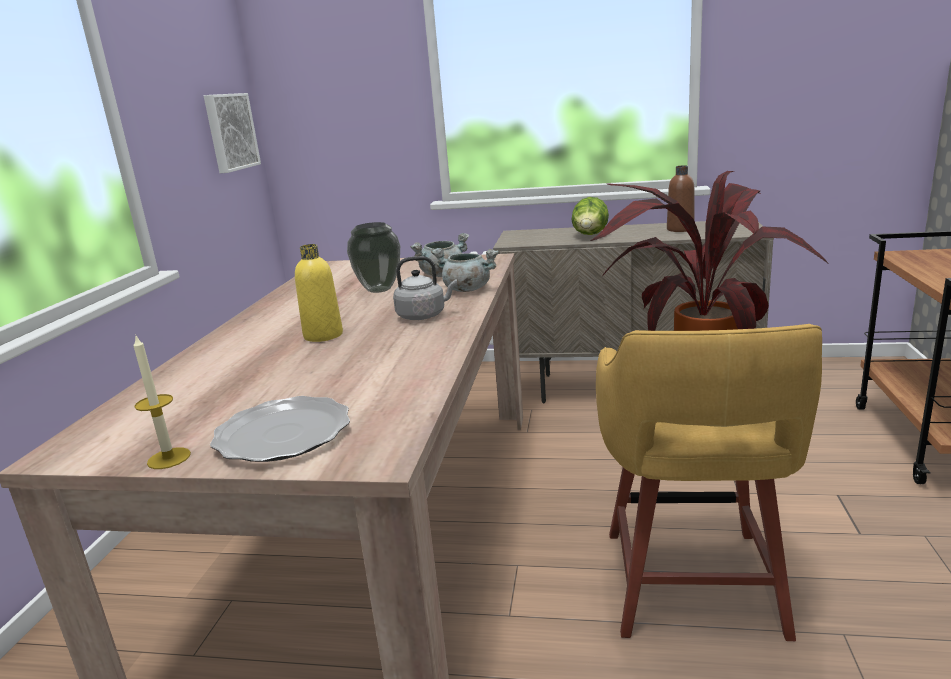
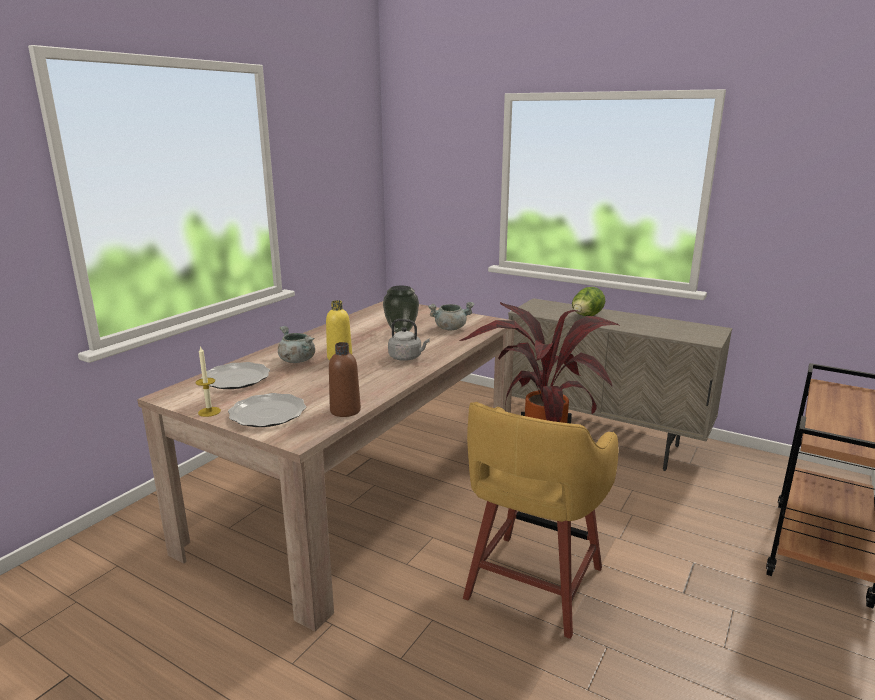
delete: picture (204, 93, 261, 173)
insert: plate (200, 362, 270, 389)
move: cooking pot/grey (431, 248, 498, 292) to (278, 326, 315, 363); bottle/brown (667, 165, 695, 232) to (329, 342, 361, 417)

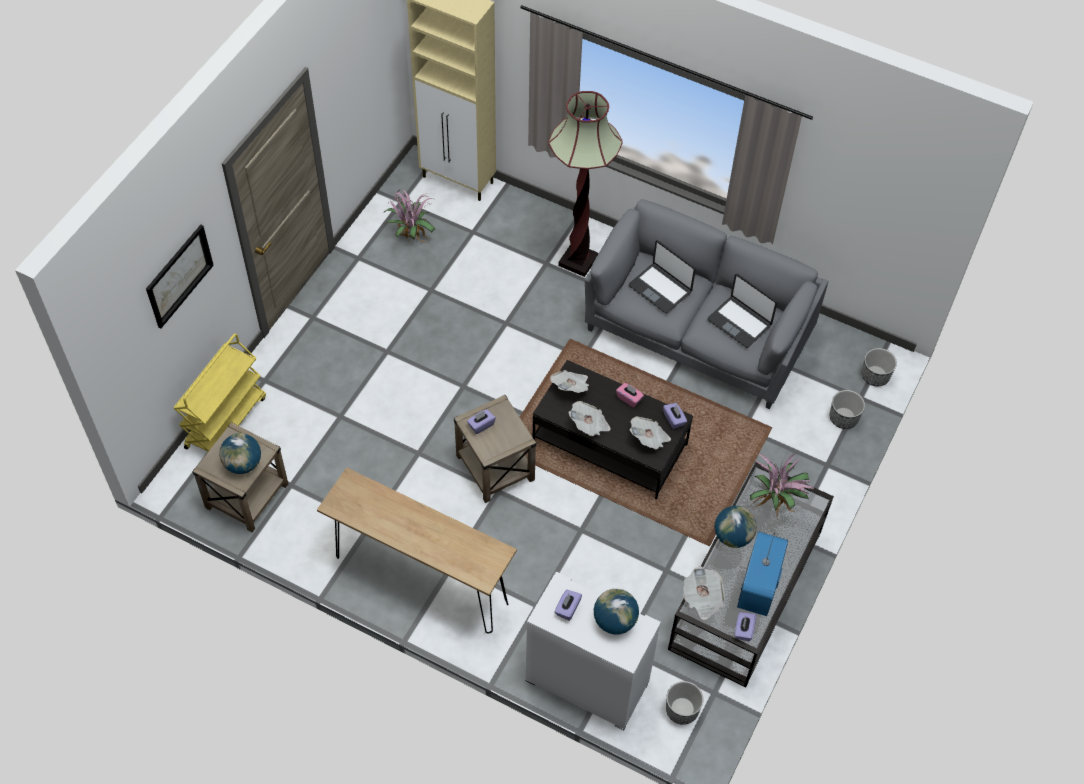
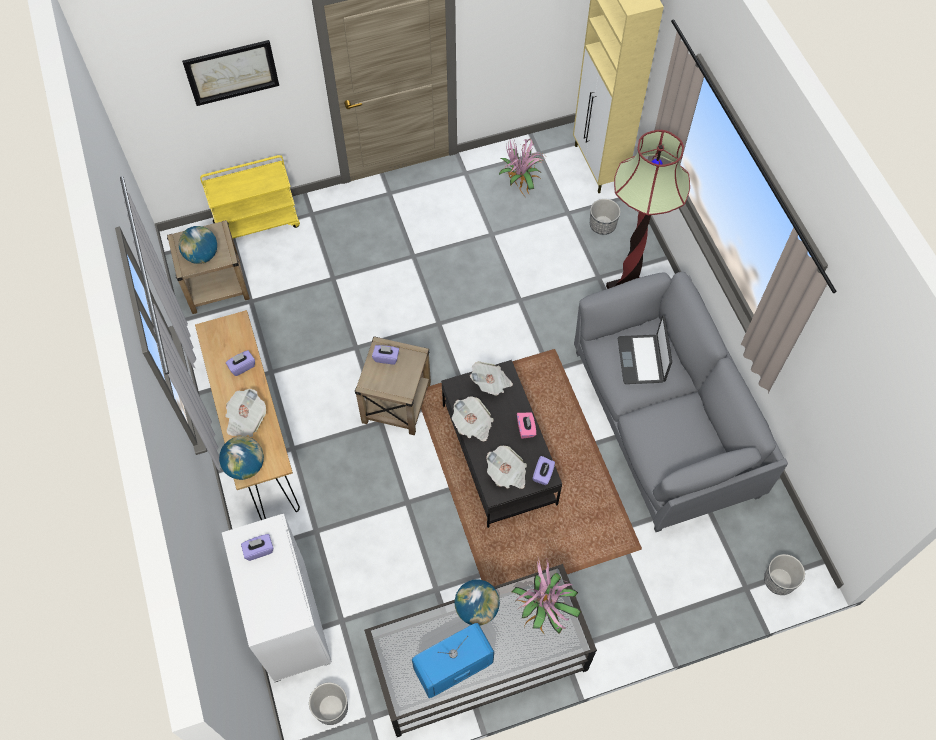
delete: laptop (707, 274, 777, 348)
move: globe (594, 589, 639, 634) to (219, 436, 264, 480); newspaper (683, 566, 725, 620) to (225, 389, 266, 437); tissue box/purple (735, 612, 756, 642) to (226, 350, 255, 376); planter (829, 390, 865, 429) to (590, 199, 620, 235)

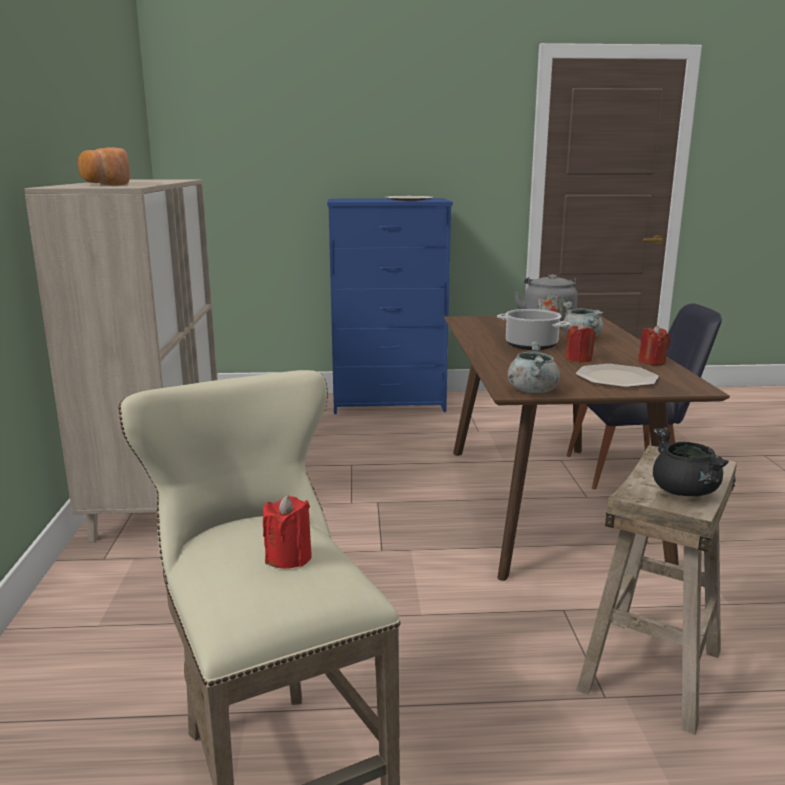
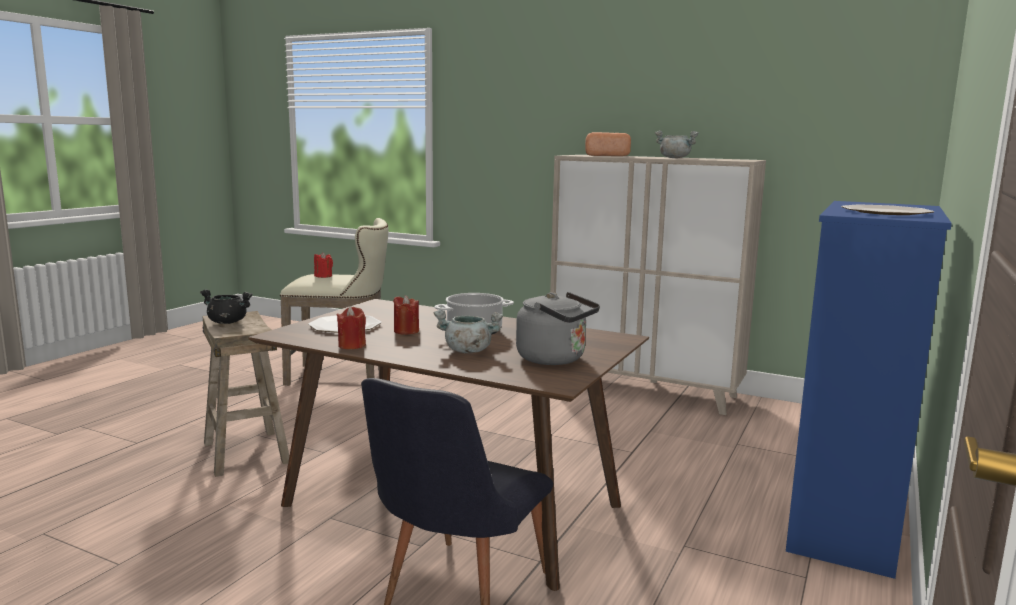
move: cooking pot/grey (507, 341, 560, 393) to (655, 130, 699, 158)

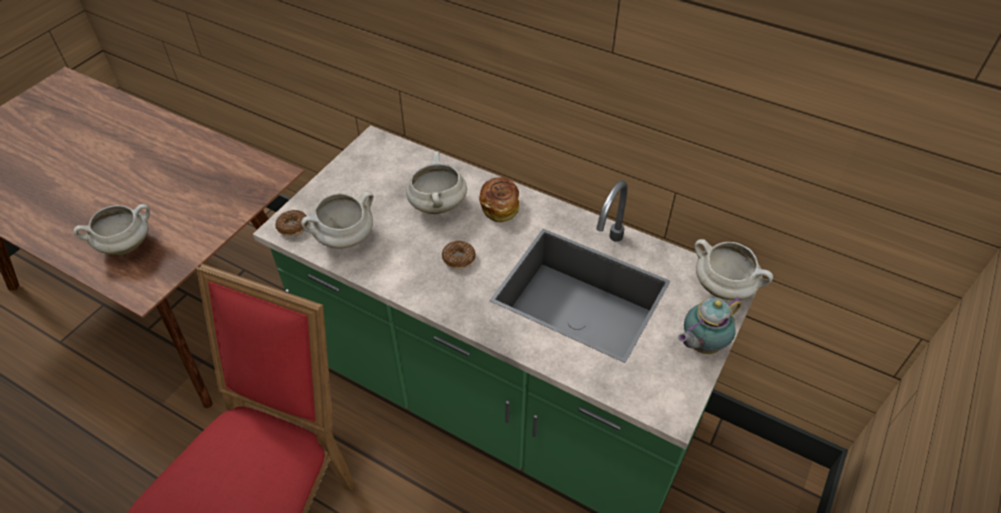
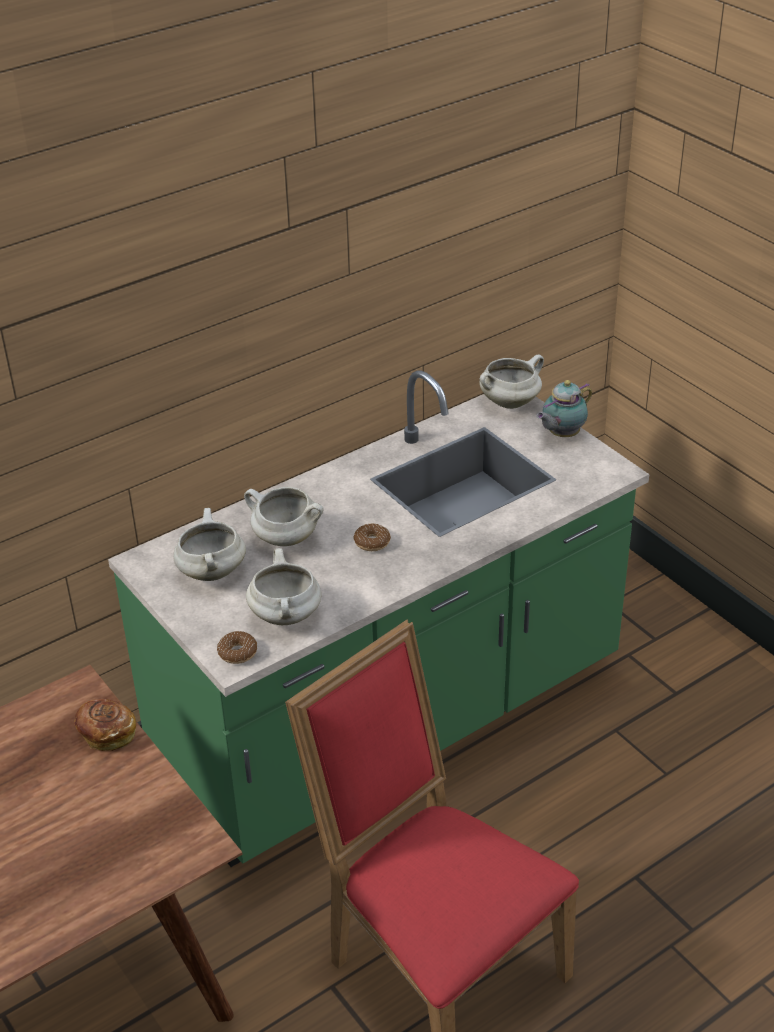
move: bread (479, 177, 520, 222) to (74, 699, 136, 751); cooking pot/white (73, 204, 150, 255) to (173, 508, 246, 581)
rotate: teapot (678, 297, 741, 354) = (536, 380, 592, 437) 60 degrees clockwise

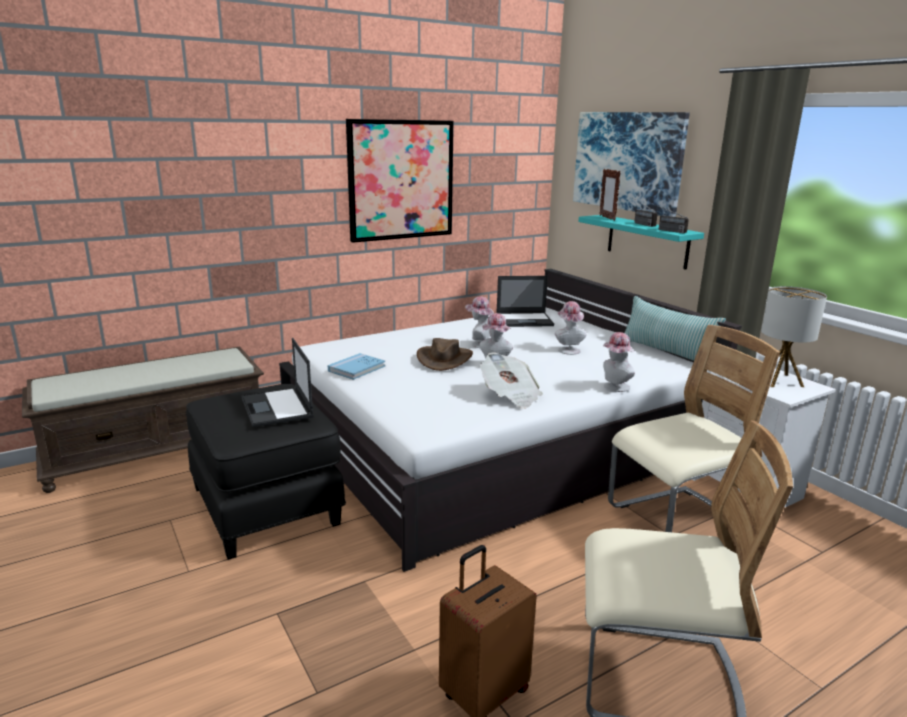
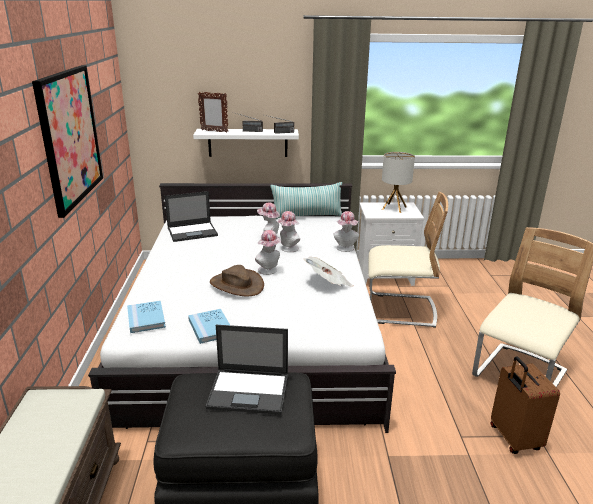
delete: picture (573, 112, 690, 217)
insert: book/blue (127, 301, 166, 333)
move: hat (465, 296, 494, 348) to (277, 211, 300, 252)
recolor: shelf/turquoise (578, 215, 704, 270) to shelf/white (193, 129, 299, 157)
rotate: laptop (497, 276, 554, 327) = (165, 191, 218, 242) 45 degrees clockwise; chair/beige (608, 325, 780, 532) = (368, 192, 448, 328) 90 degrees clockwise

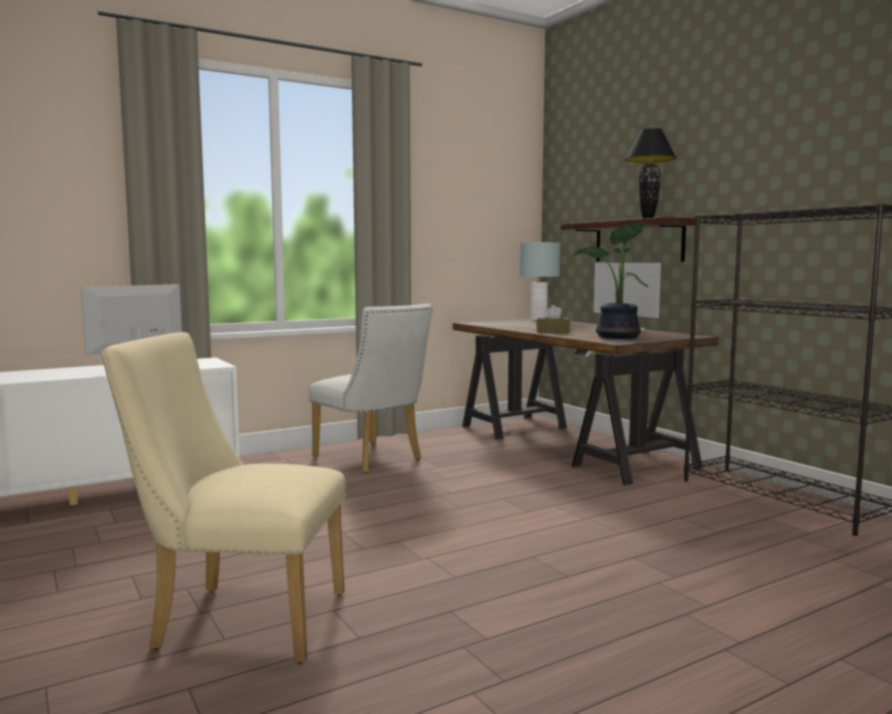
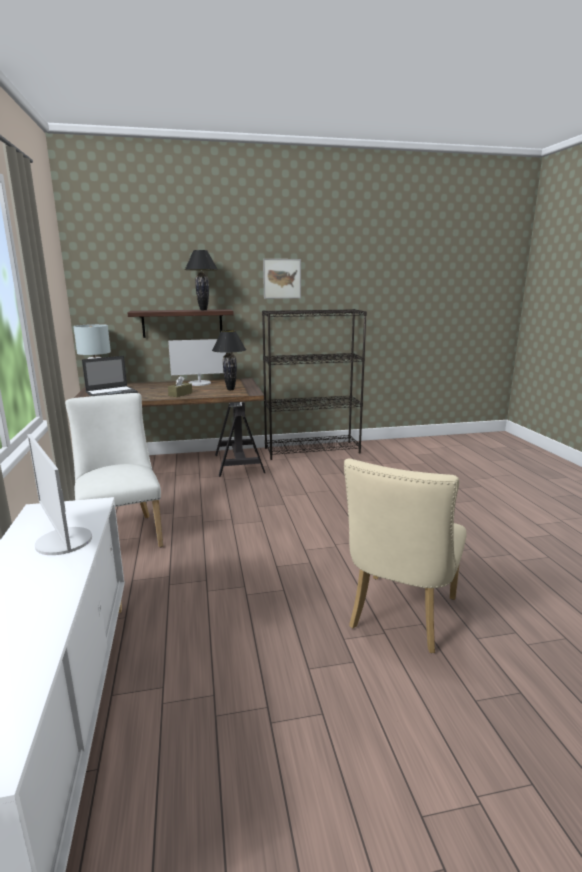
insert: laptop (82, 356, 138, 396); picture (263, 259, 301, 299)
replace: potted plant (571, 223, 648, 339) to table lamp/black (212, 330, 246, 390)
rotate: chair/white (309, 304, 433, 473) = (65, 393, 163, 547) 90 degrees counterclockwise

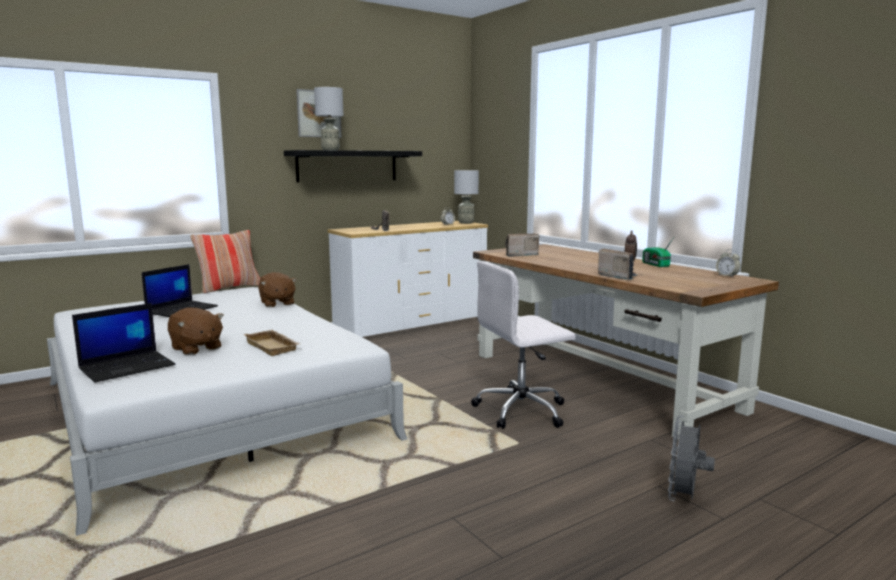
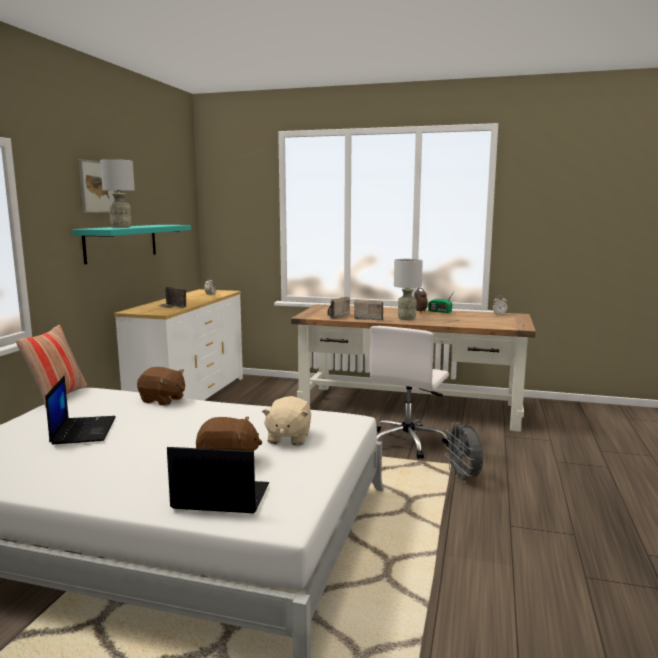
move: radio (598, 248, 638, 280) to (354, 300, 383, 320); table lamp/grey (454, 170, 479, 224) to (394, 259, 423, 320); fan/grey (668, 416, 715, 501) to (444, 422, 483, 482)
replace: tray/beige (244, 330, 300, 356) to plush toy/beige (262, 396, 311, 445)
recolor: shelf/black (284, 150, 422, 182) to shelf/turquoise (72, 225, 191, 264)
rotate: laptop (72, 303, 175, 382) = (167, 447, 269, 513) 90 degrees counterclockwise

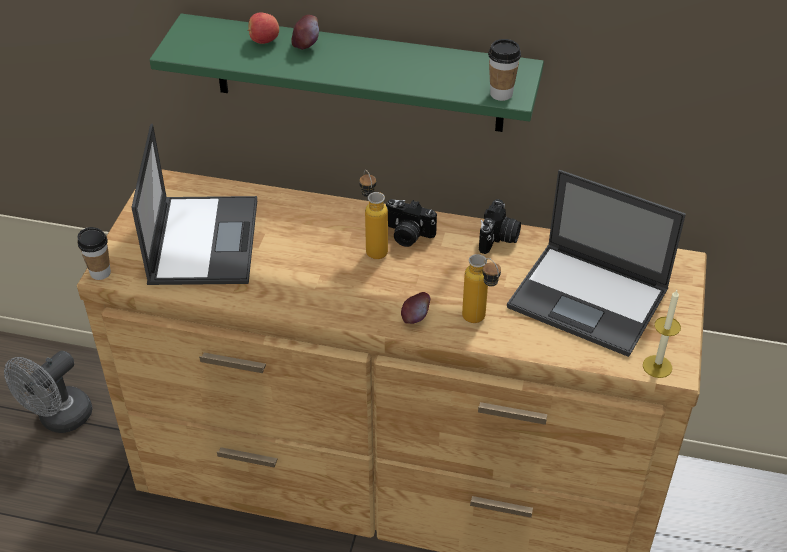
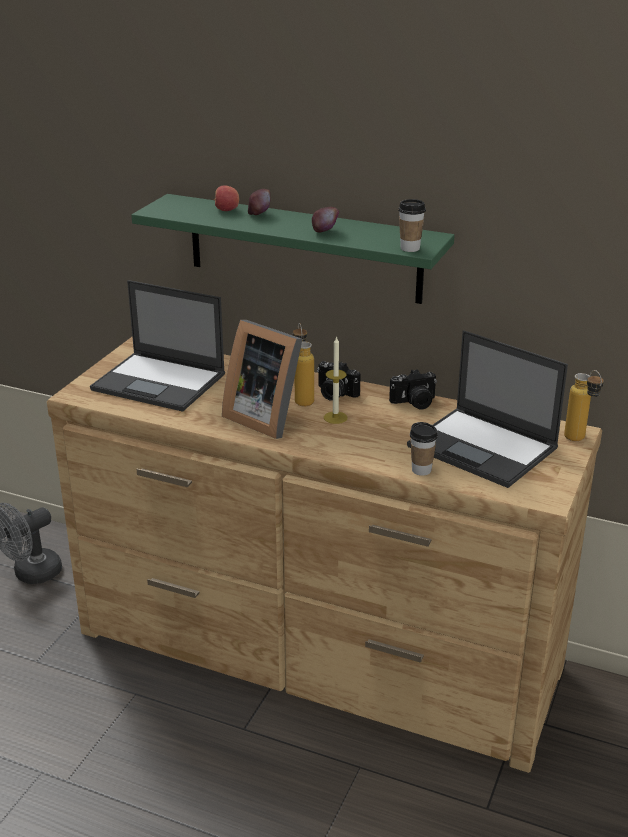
insert: picture frame (222, 320, 302, 439)
move: apple (401, 292, 430, 324) to (312, 207, 339, 233); candle (643, 290, 681, 378) to (324, 336, 348, 424); cup (77, 227, 111, 280) to (410, 422, 438, 476); bottle (462, 254, 501, 323) to (564, 370, 604, 441)
rotate: laptop (131, 124, 257, 285) = (90, 280, 225, 412) 105 degrees clockwise; photo camera (479, 199, 521, 254) = (389, 369, 437, 410) 45 degrees clockwise

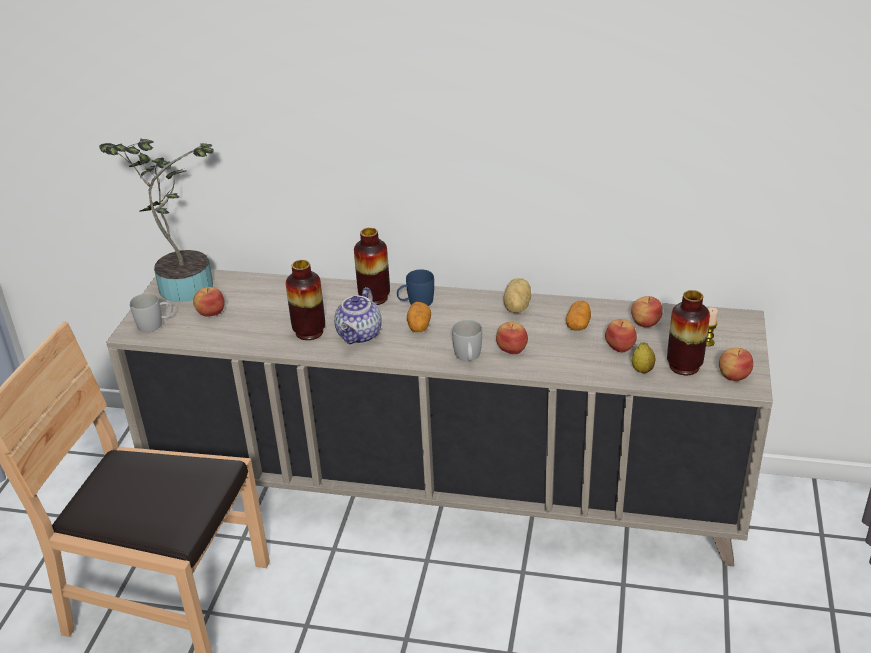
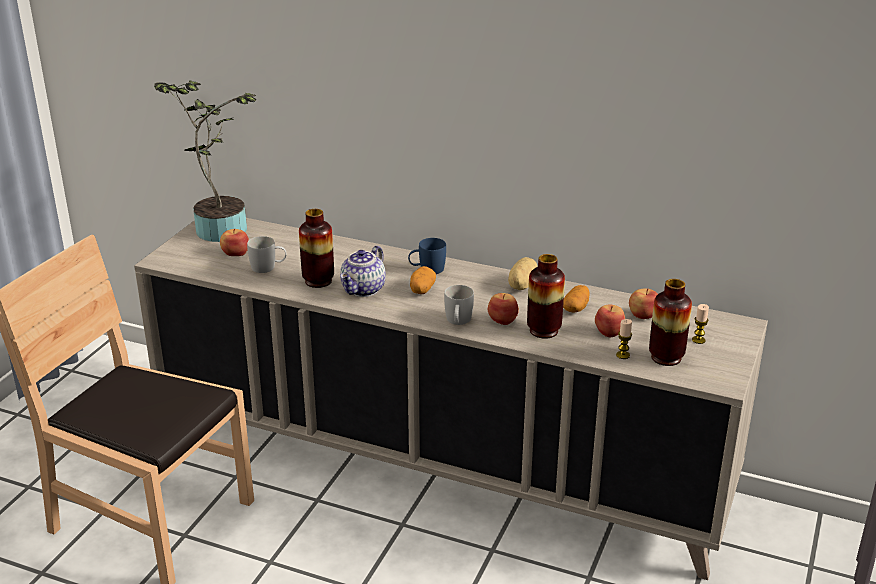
delete: apple (719, 348, 753, 381)
move: mug/white (130, 293, 173, 332) to (247, 236, 287, 273); vase (354, 227, 390, 305) to (527, 254, 565, 339)
replace: lemon (632, 342, 655, 373) to candle (616, 319, 632, 359)

